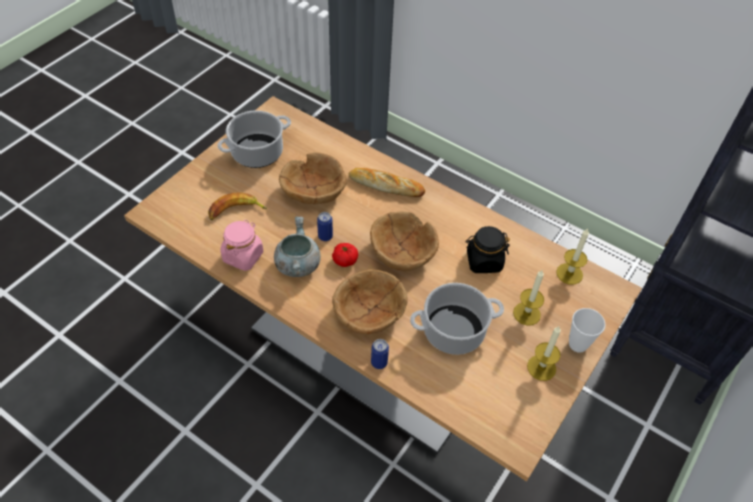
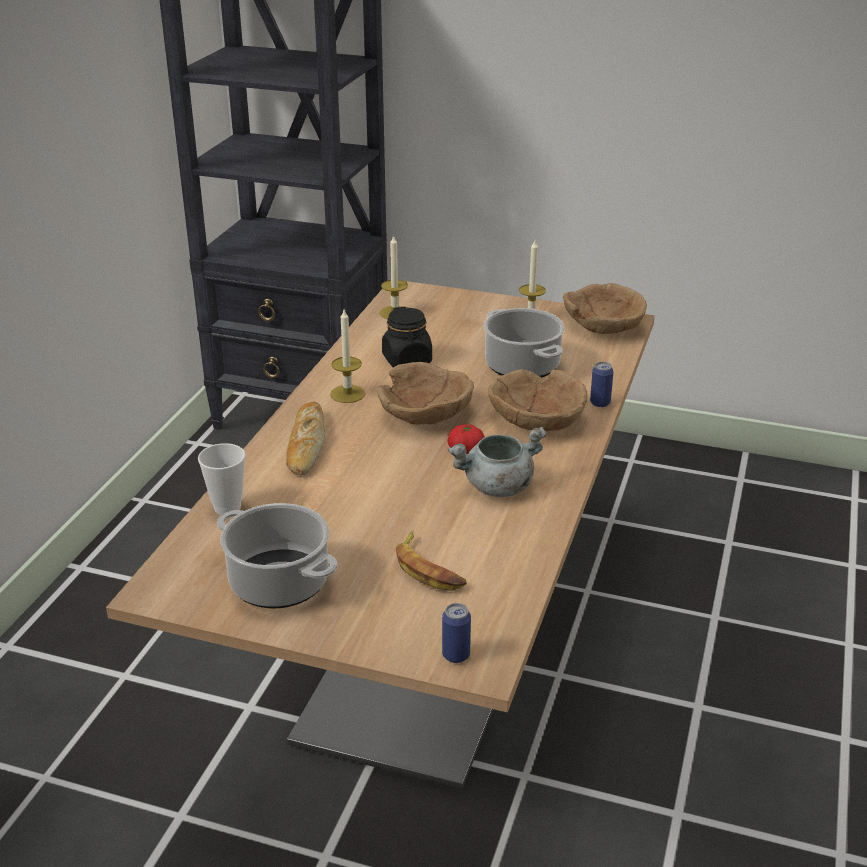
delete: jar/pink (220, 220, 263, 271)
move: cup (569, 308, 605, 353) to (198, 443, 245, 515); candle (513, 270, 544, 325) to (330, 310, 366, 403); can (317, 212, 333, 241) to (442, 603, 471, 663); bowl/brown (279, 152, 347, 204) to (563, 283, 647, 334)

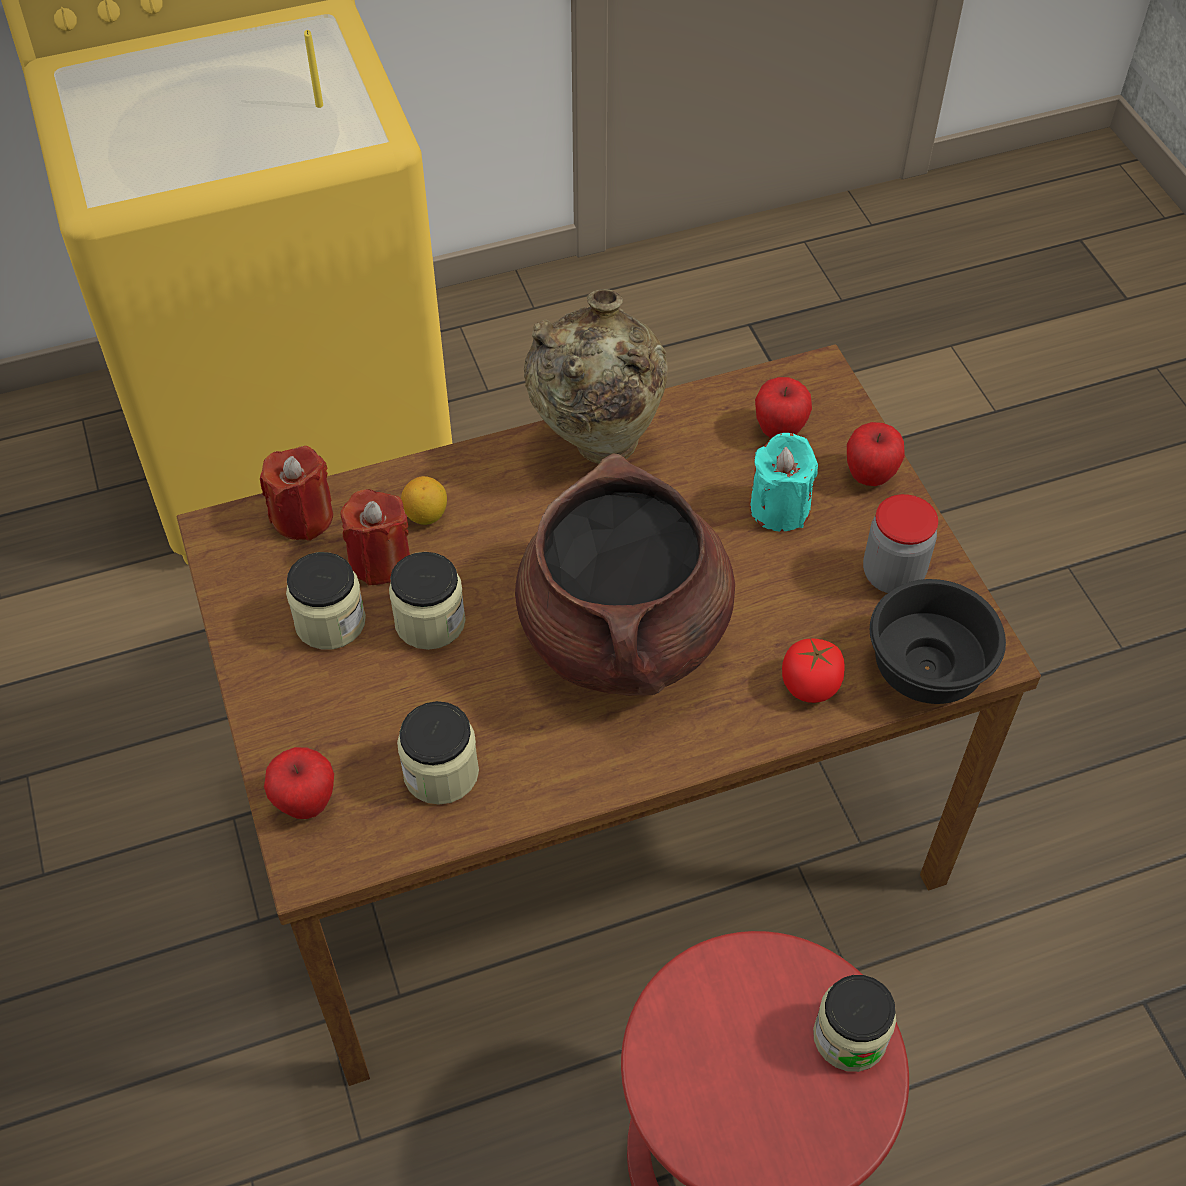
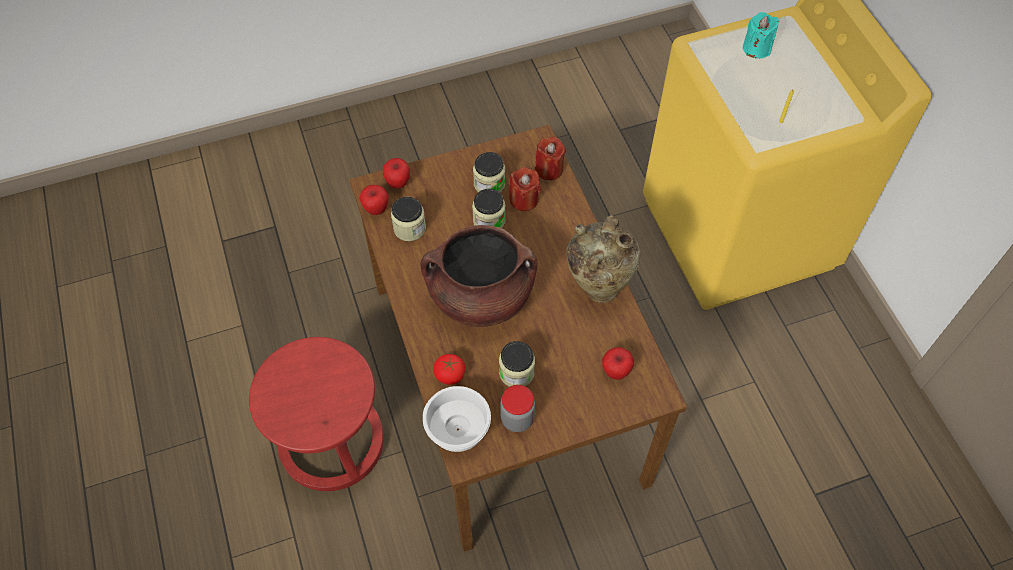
delete: lemon (401, 476, 447, 525)
move: apple (847, 422, 905, 486) to (359, 185, 389, 215); jar (813, 975, 896, 1072) to (499, 341, 535, 387); candle/turquoise (750, 433, 818, 532) to (743, 12, 779, 59)
recolor: bowl/black (870, 579, 1006, 704) to bowl/white (423, 386, 491, 452)

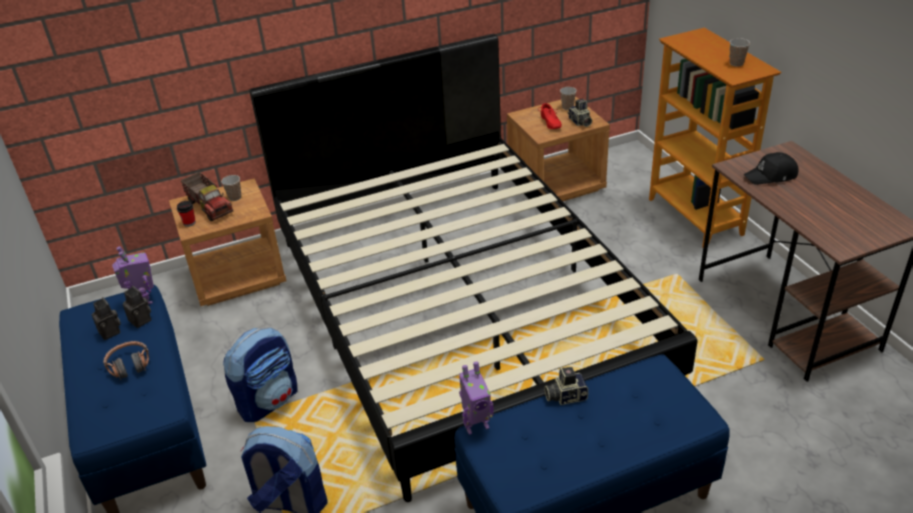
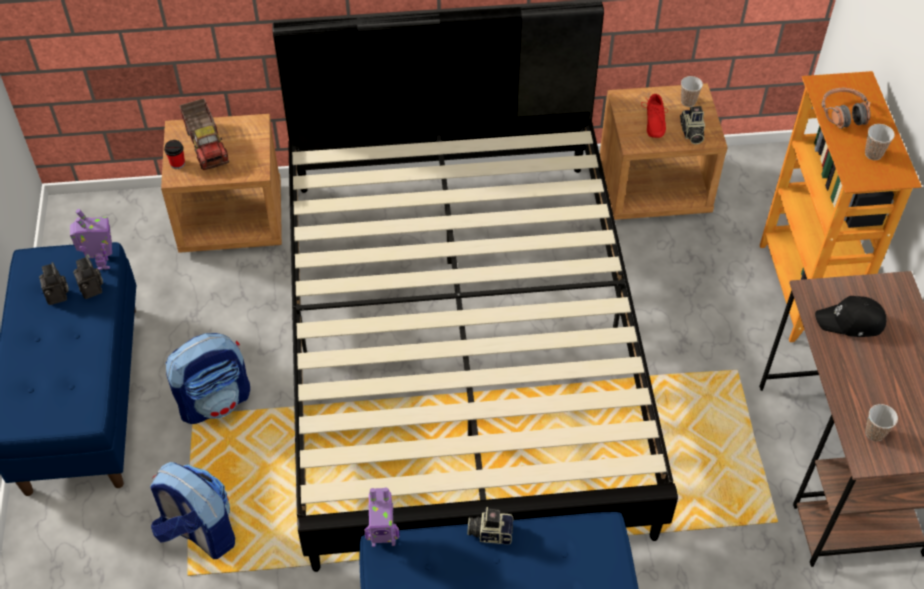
move: headphones (103, 341, 149, 380) to (821, 88, 871, 129); cup (221, 175, 241, 201) to (865, 404, 898, 441)

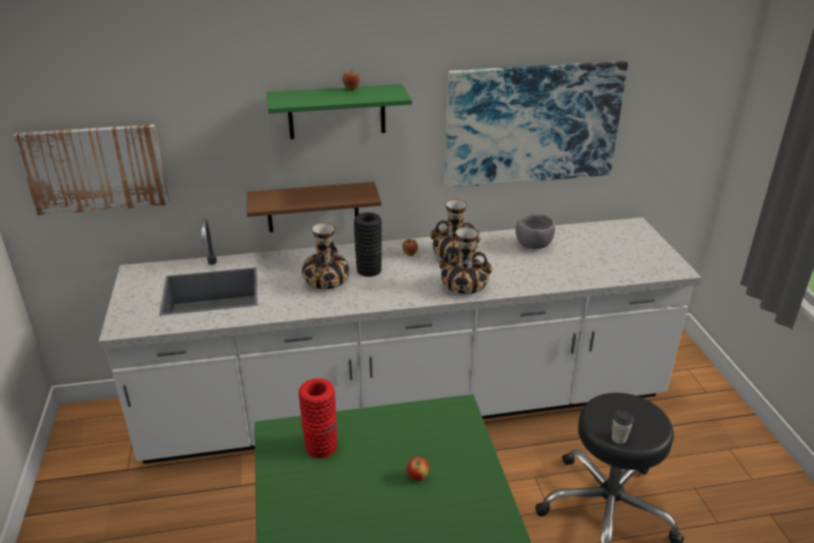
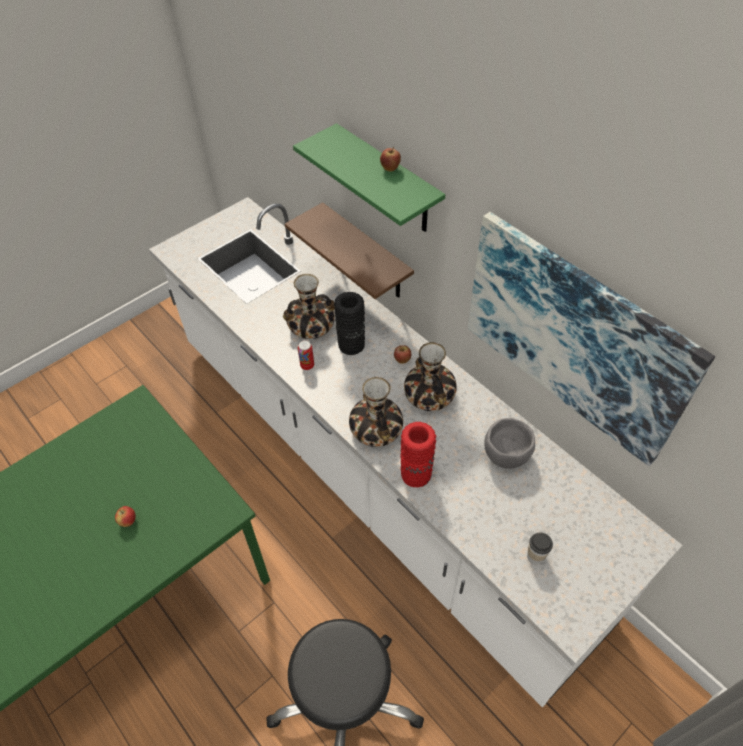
delete: picture (14, 124, 169, 216)
insert: can (298, 340, 314, 370)
move: vase/red (299, 378, 337, 458) to (400, 422, 436, 487); cup (612, 409, 634, 444) to (527, 533, 553, 564)

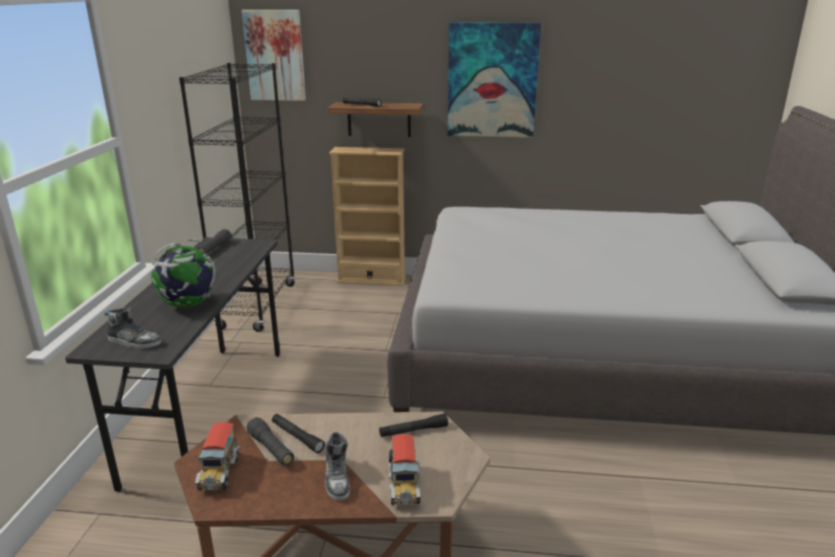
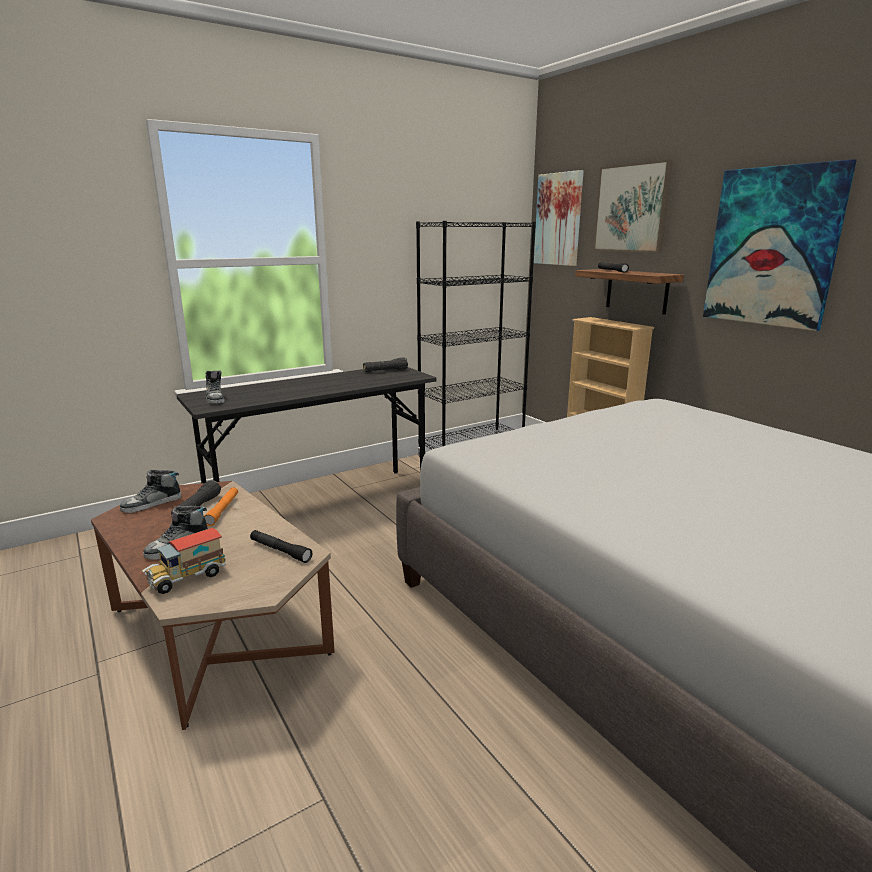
delete: globe (151, 239, 216, 308)
insert: picture (593, 160, 673, 253)
replace: toy truck (195, 422, 240, 491) to shoe (120, 470, 181, 513)
recolor: flashlight/black (272, 414, 325, 453) to flashlight/orange (204, 487, 238, 526)

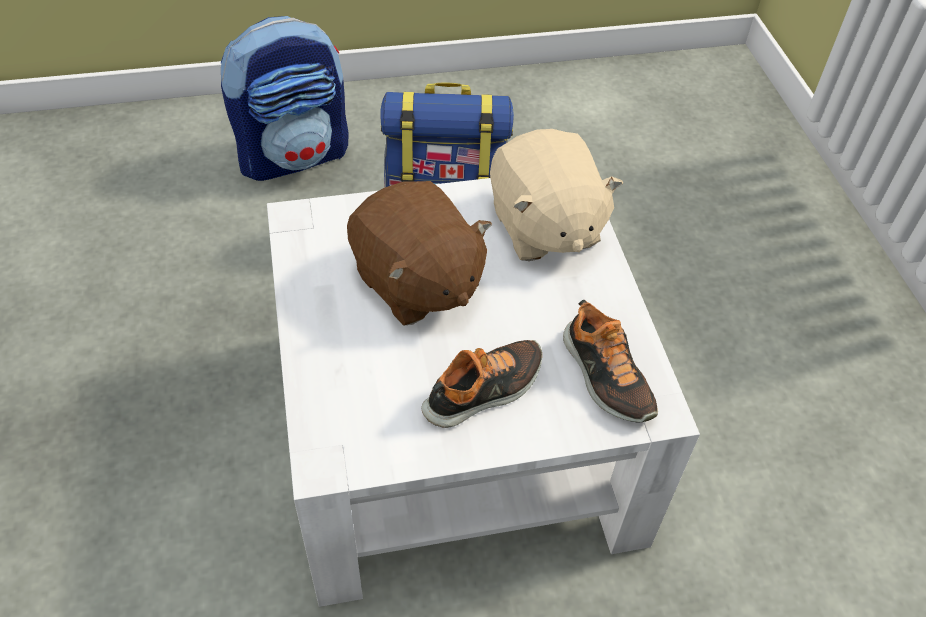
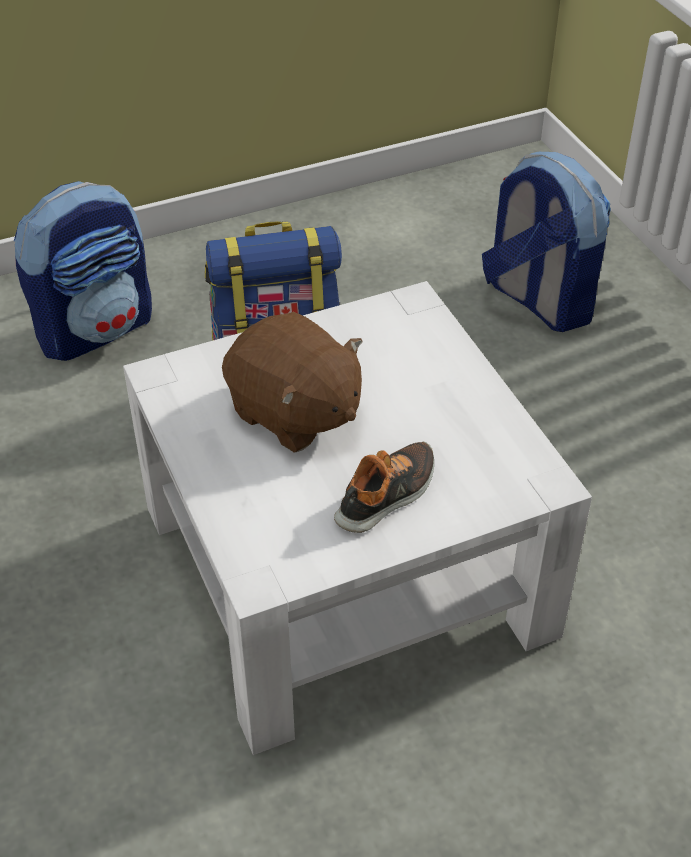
delete: plush toy/beige (490, 129, 623, 261); shoe (563, 300, 658, 423)
insert: backpack (482, 152, 611, 332)

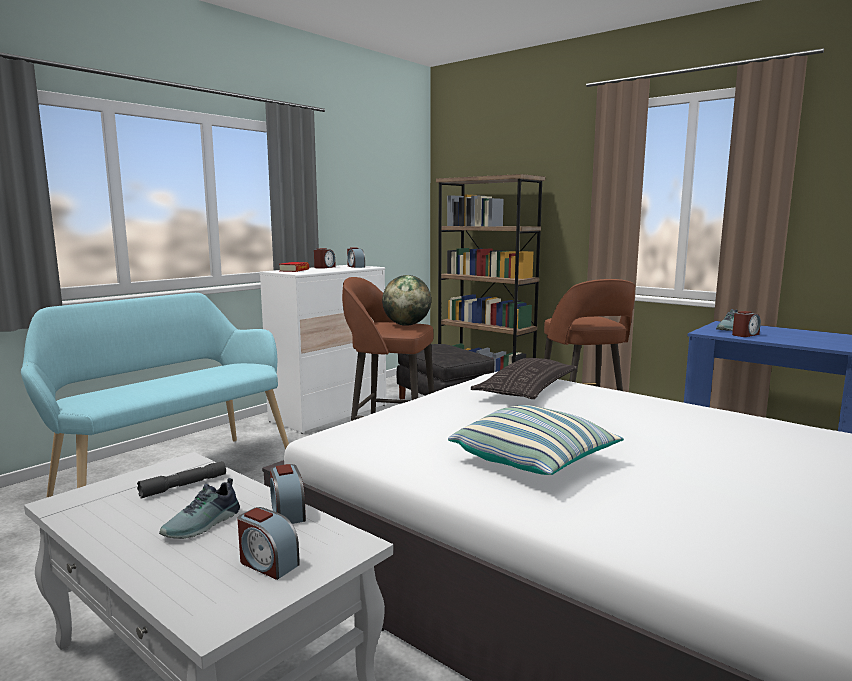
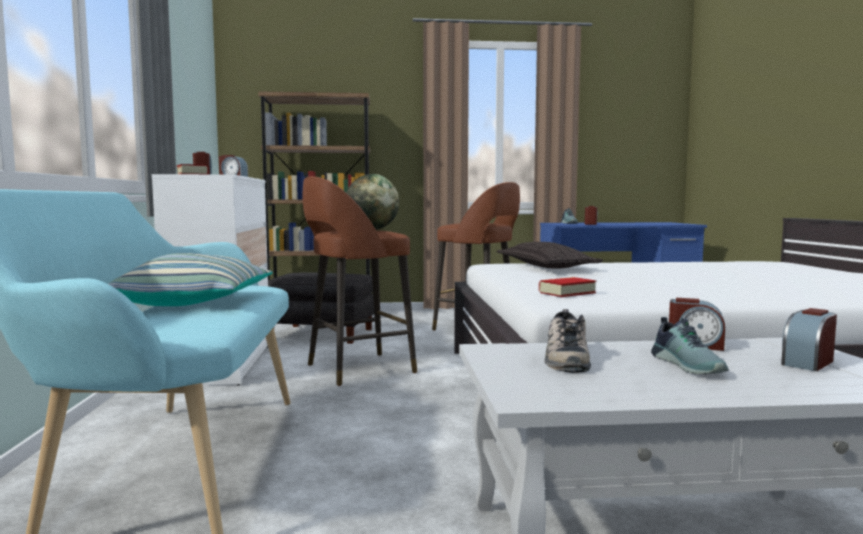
insert: book (539, 277, 596, 297)
move: pillow (448, 405, 624, 475) to (108, 253, 273, 306)
replace: flashlight/grey (137, 461, 226, 499) to shoe (545, 309, 591, 373)
rotate: alarm clock (237, 507, 300, 580) = (781, 308, 837, 371) 150 degrees clockwise

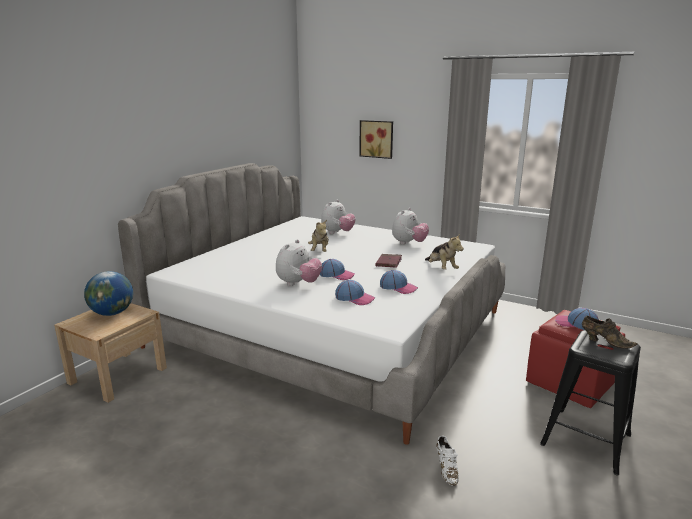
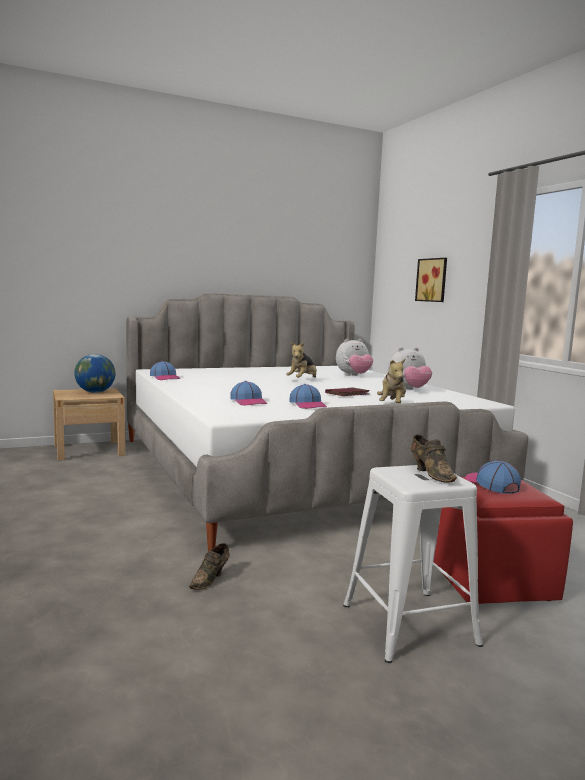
delete: plush toy (276, 239, 322, 286)
move: cap (320, 259, 355, 280) to (150, 361, 180, 380)
recolor: shoe/white (436, 435, 459, 486) to shoe/brown (189, 543, 230, 590); stool/black (540, 330, 641, 476) to stool/white (343, 465, 483, 663)

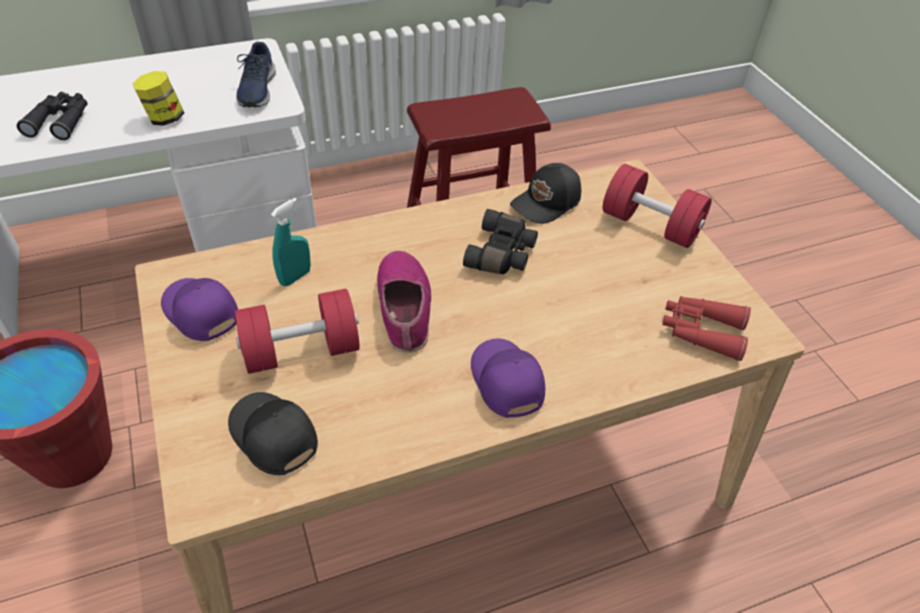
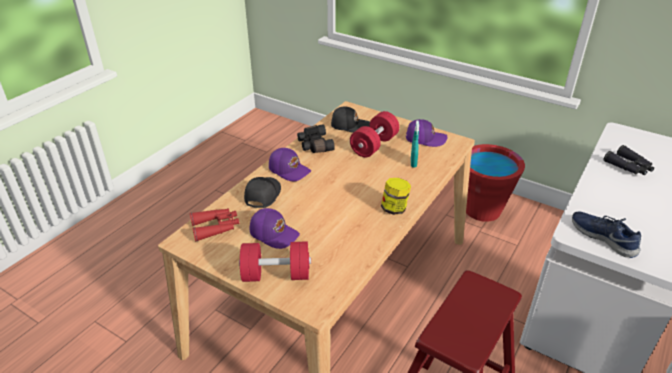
delete: shoe (377, 251, 431, 353)
insert: cap/purple (250, 208, 300, 249)
move: cap/black (510, 163, 581, 224) to (244, 177, 281, 208); binoculars/black (463, 209, 538, 274) to (297, 124, 335, 153); jar (133, 71, 184, 126) to (381, 178, 411, 215)

